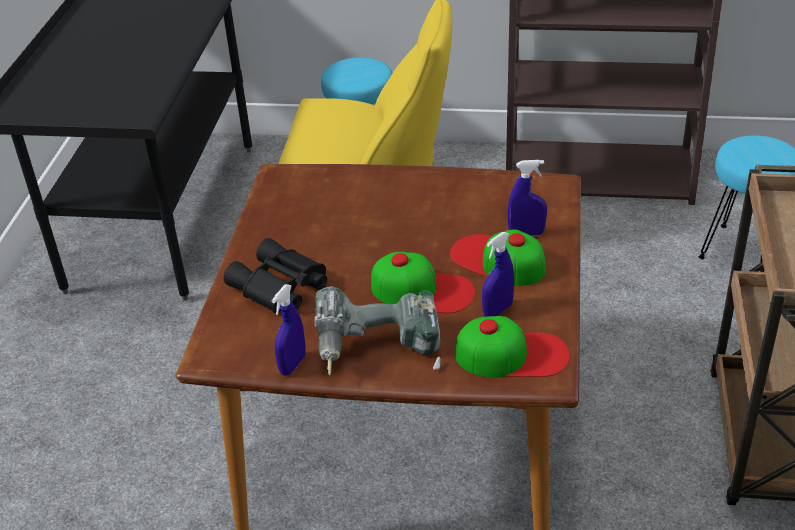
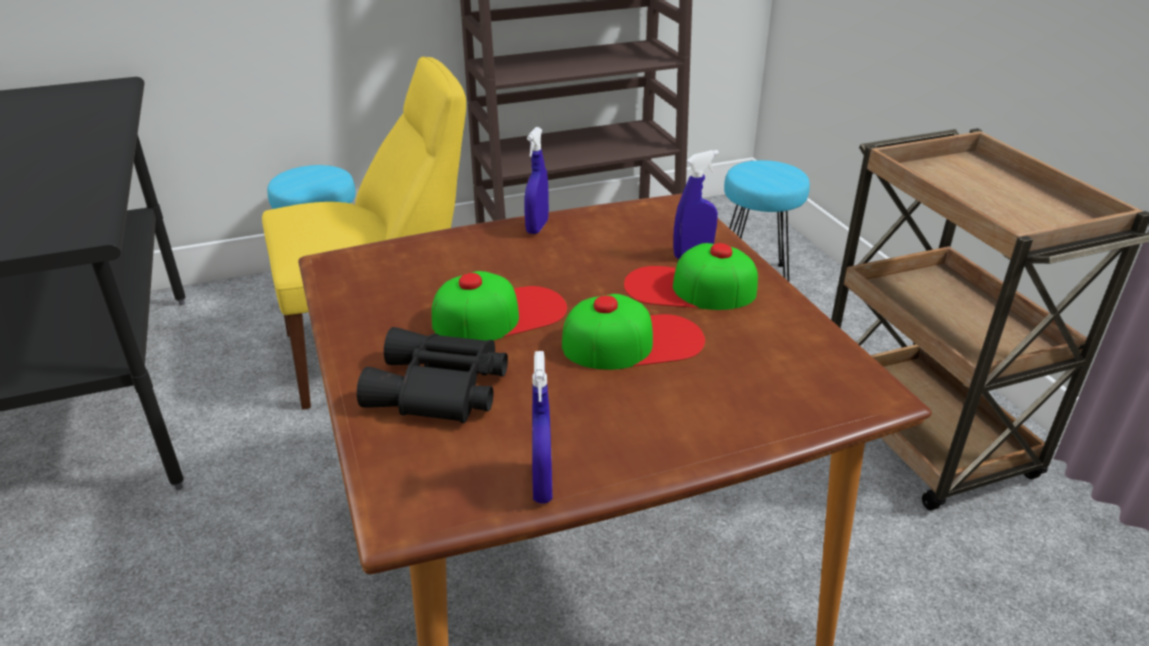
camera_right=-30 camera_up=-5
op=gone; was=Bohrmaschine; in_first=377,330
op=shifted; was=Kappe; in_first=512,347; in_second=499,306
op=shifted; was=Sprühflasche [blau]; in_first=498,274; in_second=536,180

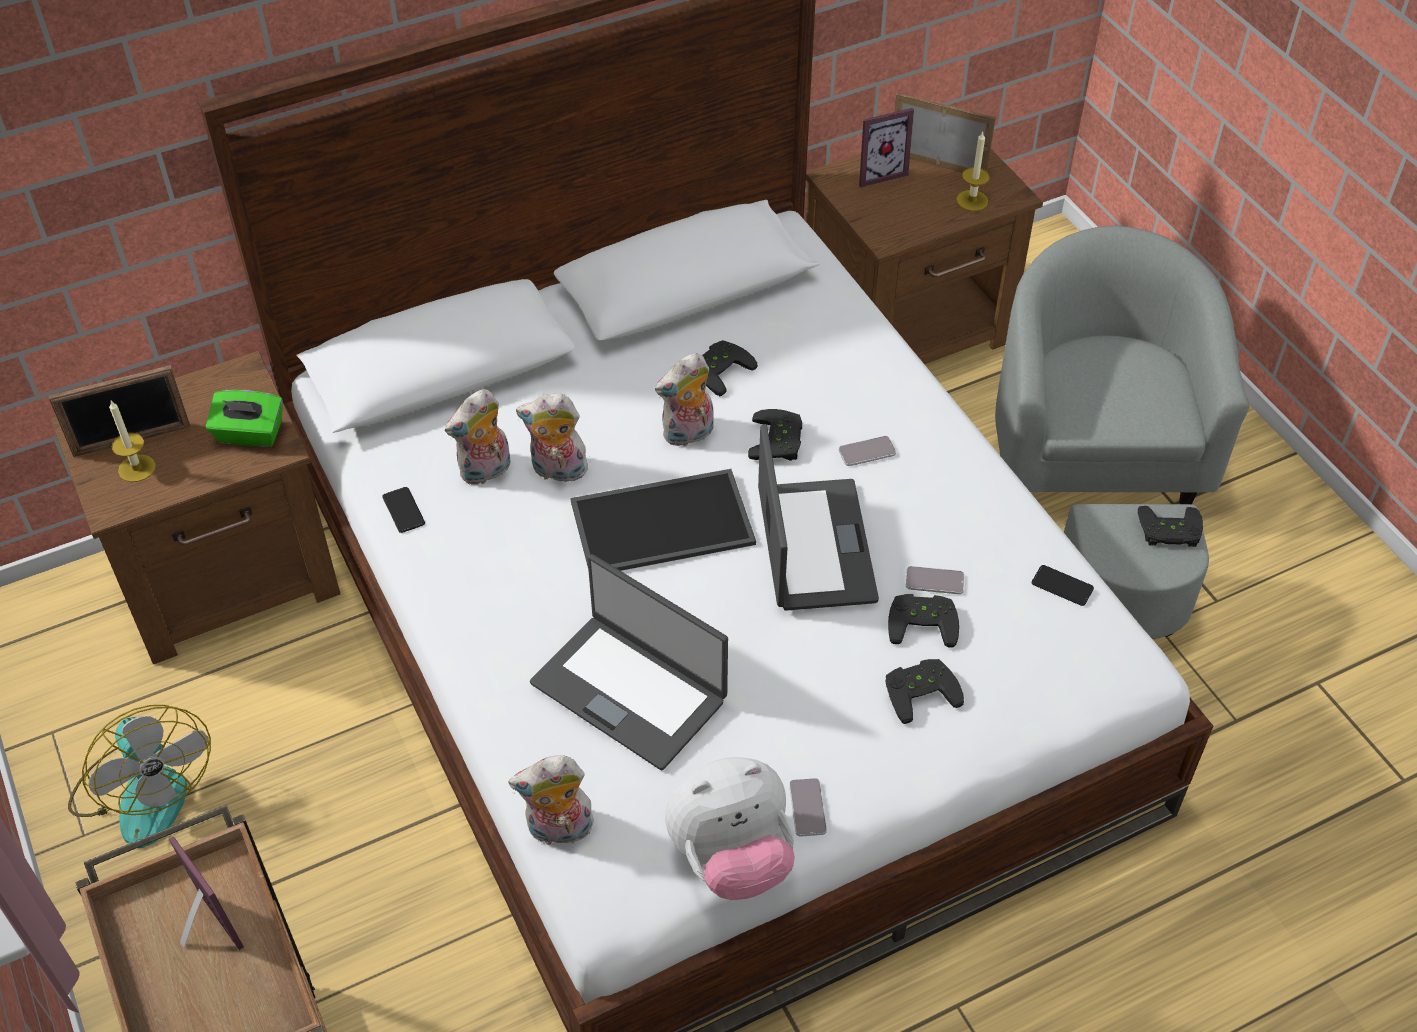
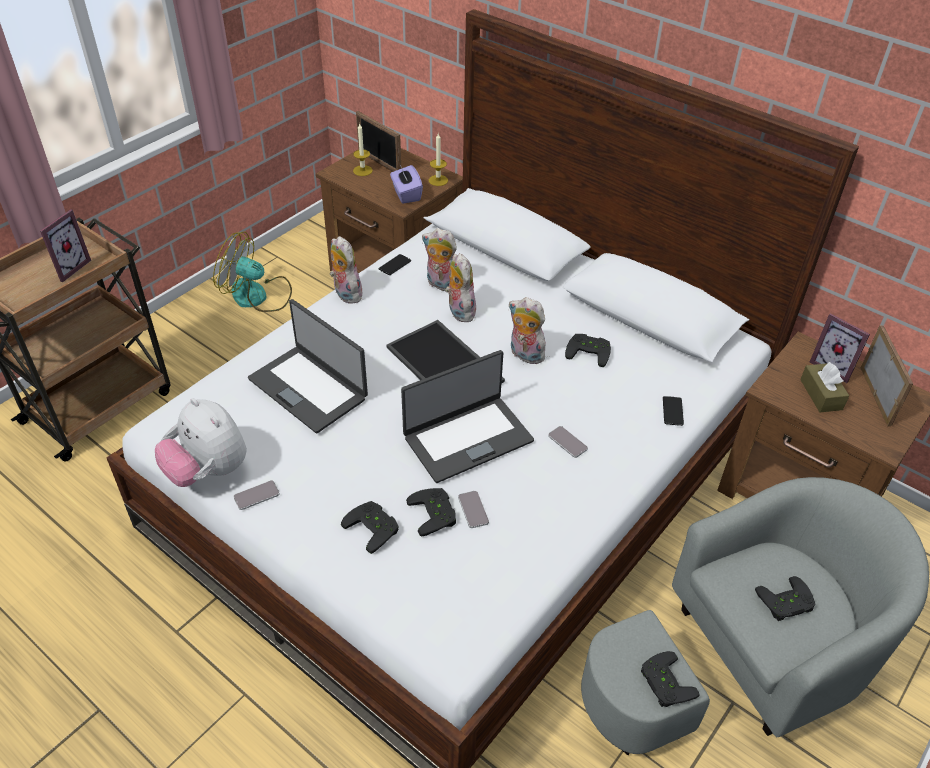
camera_right=65 camera_up=-5
op=rotated; was=Ventilator; in_first=139,776; in_second=252,272; clockwise=75
op=repainted; was=Taschentuchbox [grün]; now=Taschentuchbox [lila]; in_first=244,418; in_second=406,184
op=shifted; was=Plüschtier; in_first=552,800; in_second=347,270
op=rotated; was=Laptop; in_first=629,662; in_second=308,366; clockwise=-60
op=shifted; was=Gamepad [schwarz]; in_first=775,435; in_second=785,598
op=shifted; was=Kerze; in_first=973,171; in_second=438,159
op=shifted; was=Handy; in_first=1063,585; in_second=673,411
op=new; now=Taschentuchbox [braun]; in_second=824,387

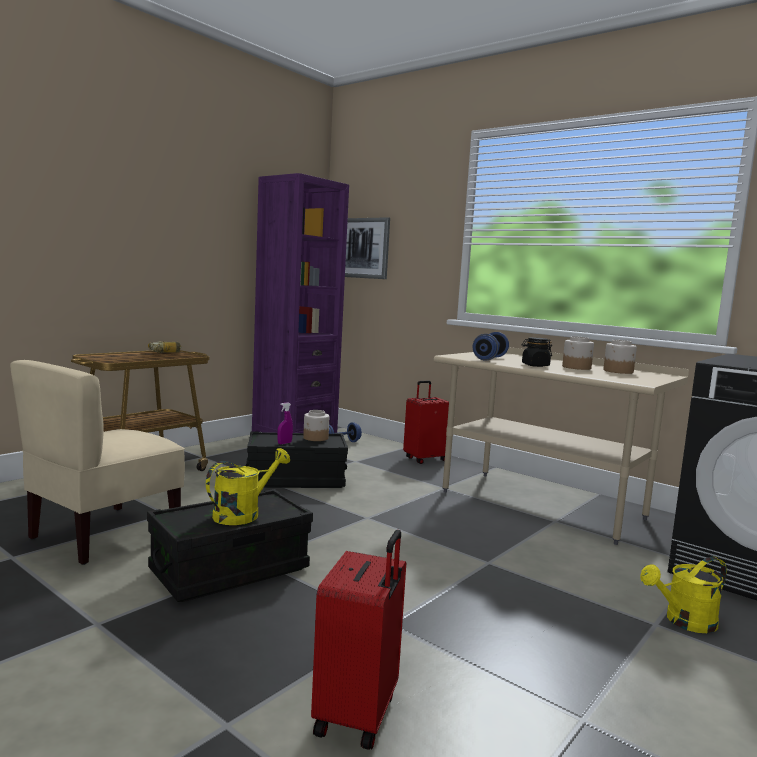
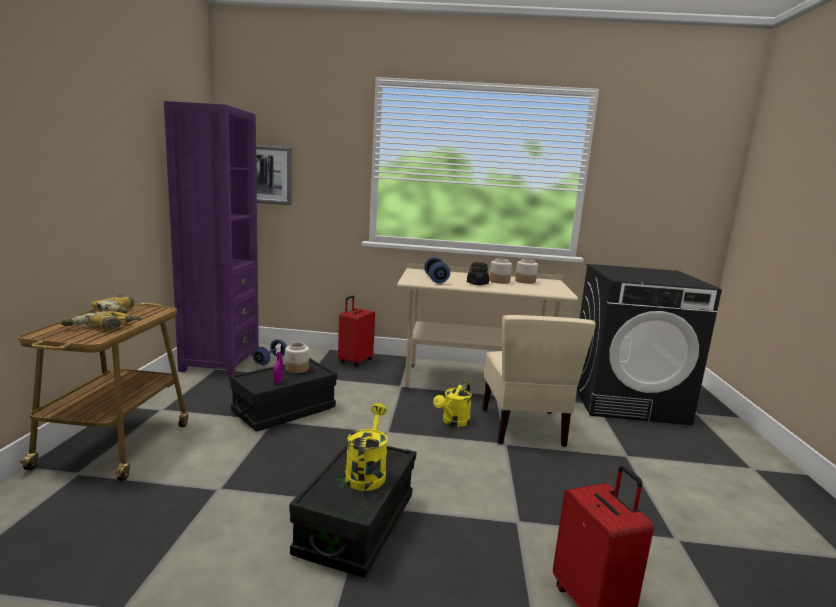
camera_right=-35 camera_up=5
op=shifted; was=Stuhl [beige]; in_first=97,462; in_second=539,381
op=shifted; was=Gießkanne [gelb]; in_first=683,595; in_second=452,404
op=new; now=Bohrmaschine; in_second=100,320

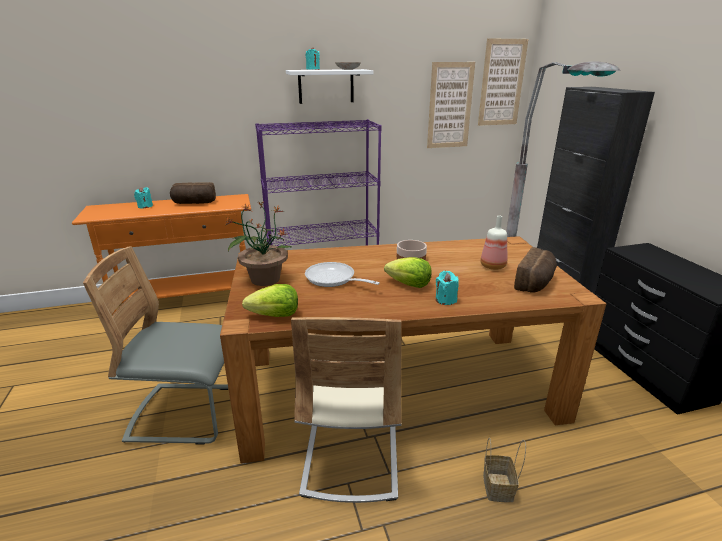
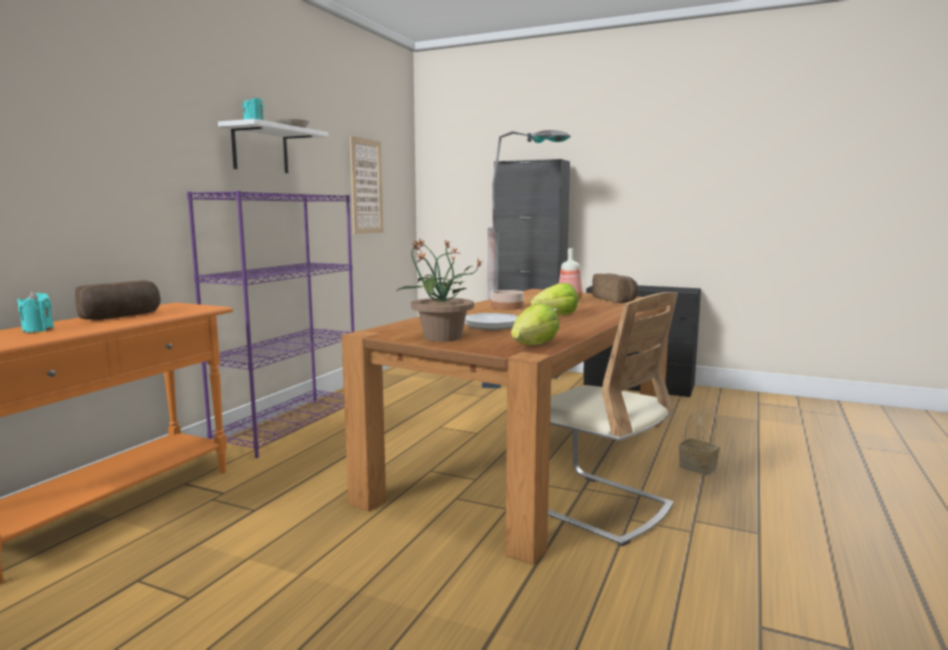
camera_right=-50 camera_up=-15
op=gone; was=Stuhl [grau]; in_first=155,345
op=gone; was=Kerze [türkis]; in_first=447,288
op=gone; was=Bild; in_first=503,82

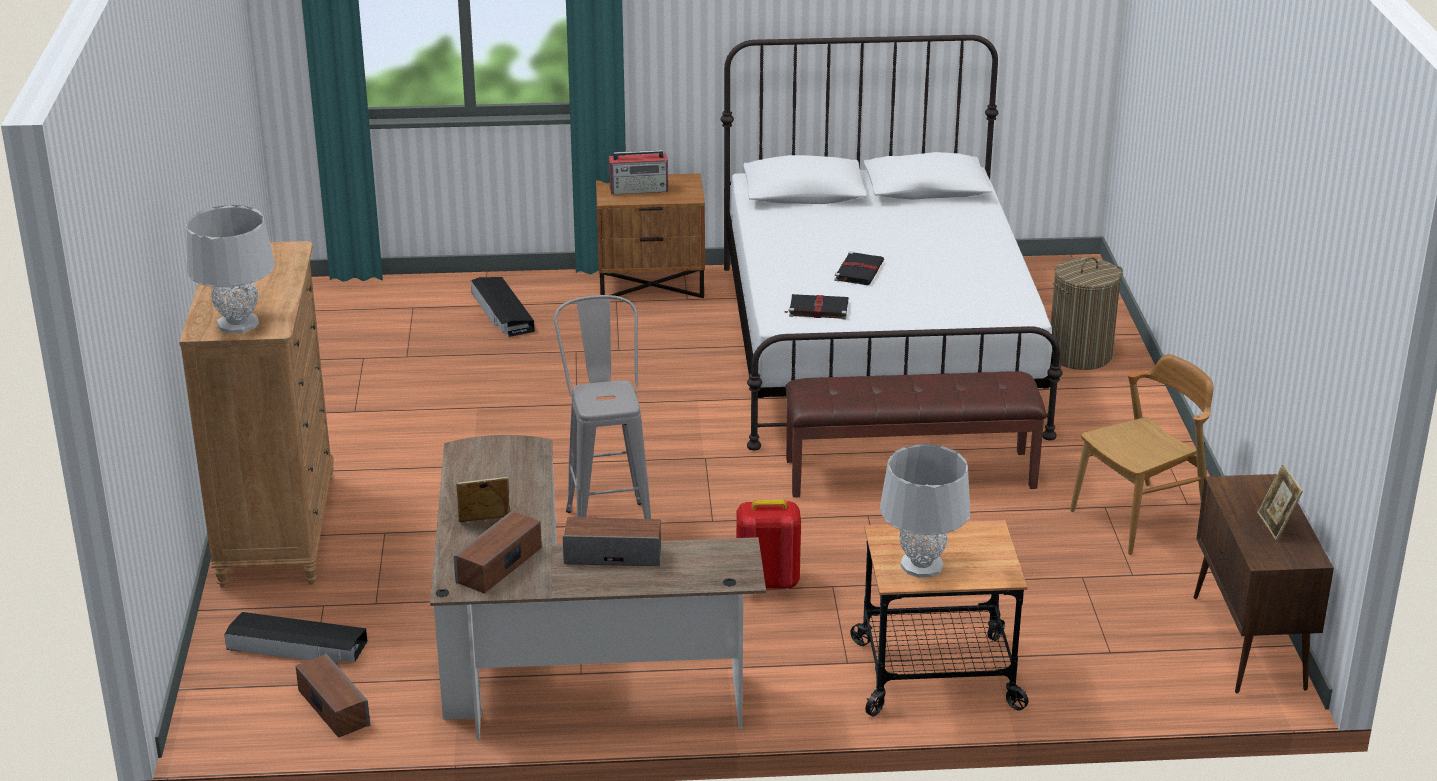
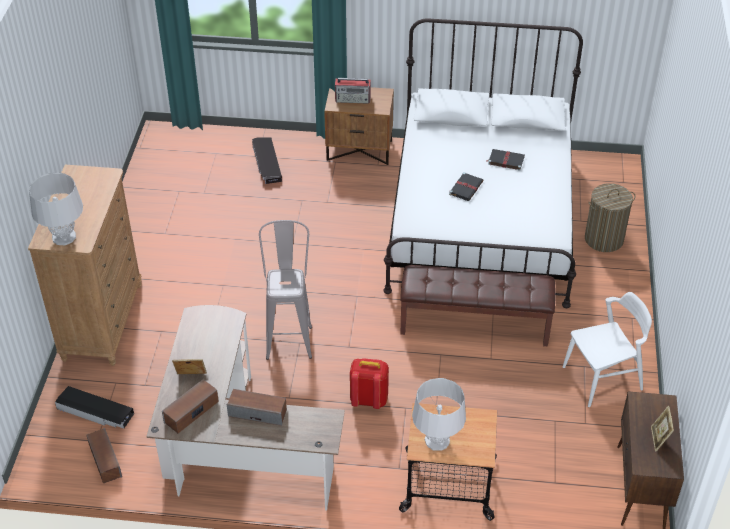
camera_right=10 camera_up=15
op=shifted; was=Buch [schwarz]; in_first=816,306; in_second=505,160
op=repainted; was=Stuhl [braun]; now=Stuhl [weiß]; in_first=1141,454; in_second=607,349

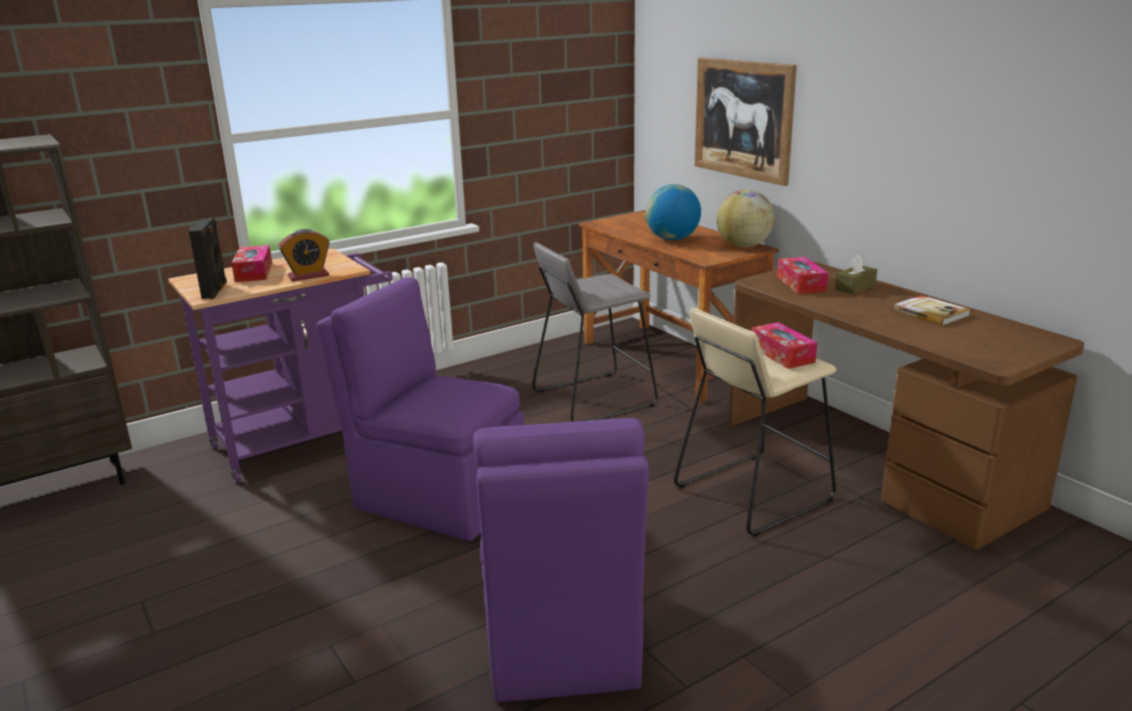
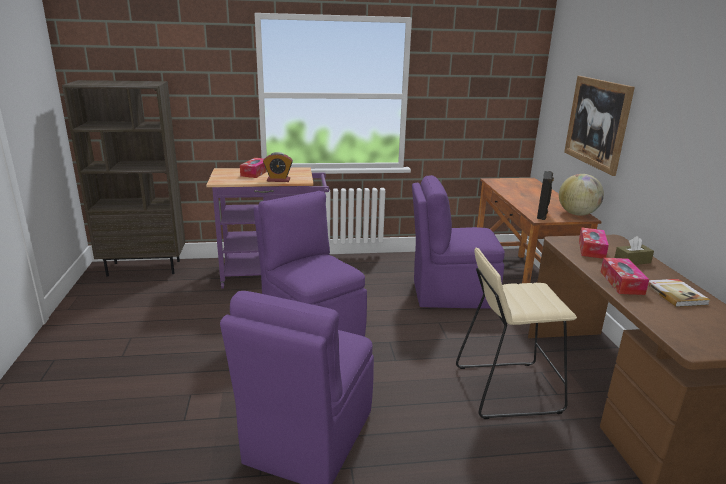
camera_right=25 camera_up=0
op=shifted; was=Lautsprecher [schwarz]; in_first=208,258; in_second=545,195
op=swapped; was=Hocker [grau]; now=Stuhl [lila]; in_first=595,332; in_second=458,242
op=gone; was=Globus; in_first=673,212
op=shifted; was=Taschentuchbox; in_first=784,345; in_second=625,276

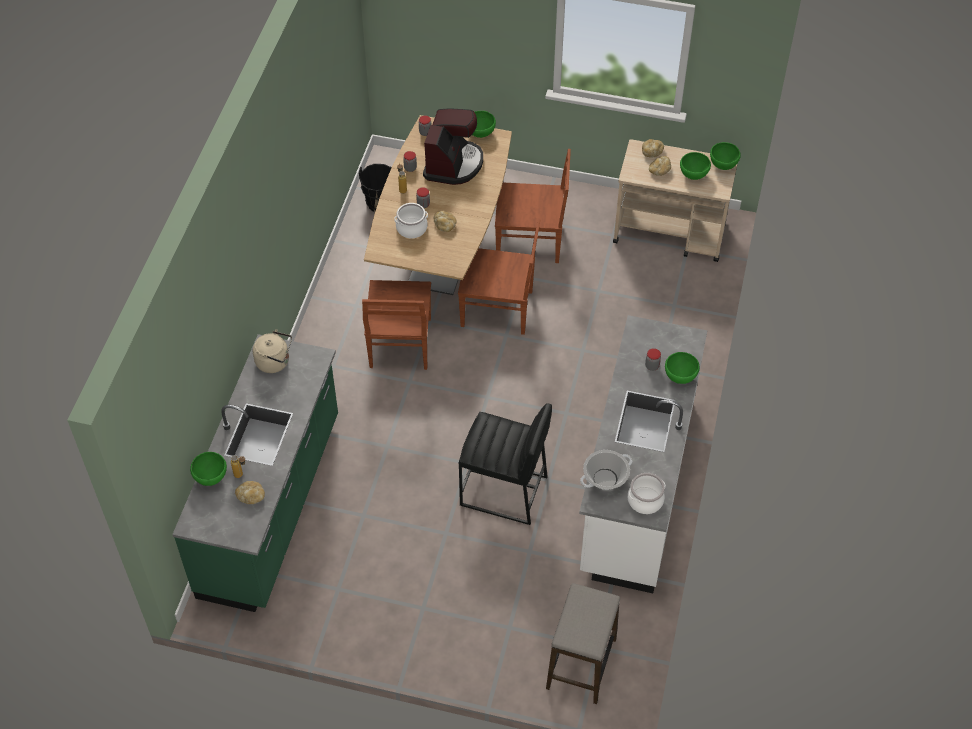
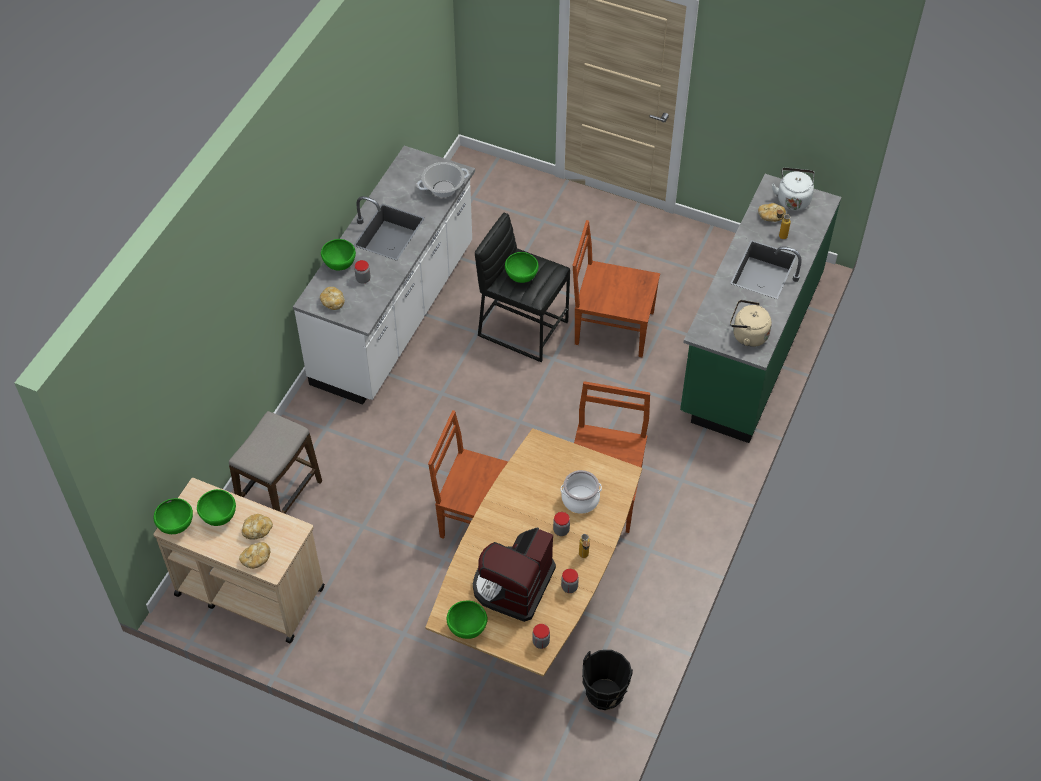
camera_right=-170 camera_up=0
op=shifted; was=Schüssel [grün]; in_first=208,469; in_second=522,267
op=shifted; was=Brot; in_first=445,221; in_second=332,298
op=shifted; was=Stuhl [braun]; in_first=533,206; in_second=616,288
op=shifted; was=Hocker; in_first=583,643; in_second=275,462
op=gone; was=Kochtopf; in_first=647,493
op=new; now=Wasserkessel [weiß]; in_second=793,189

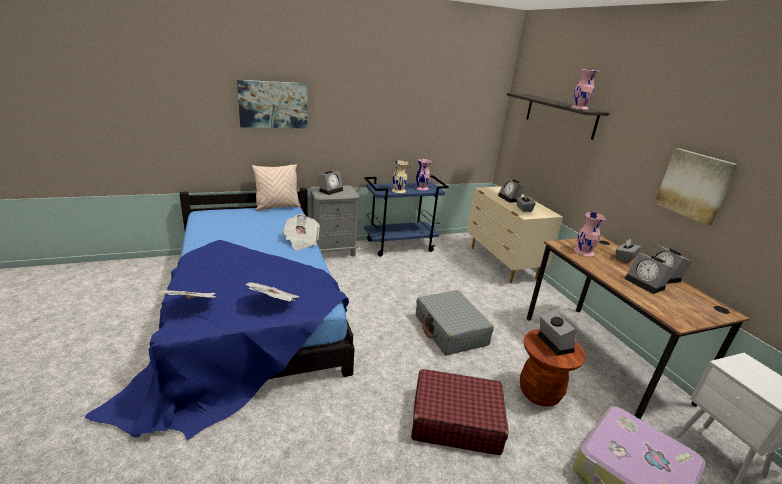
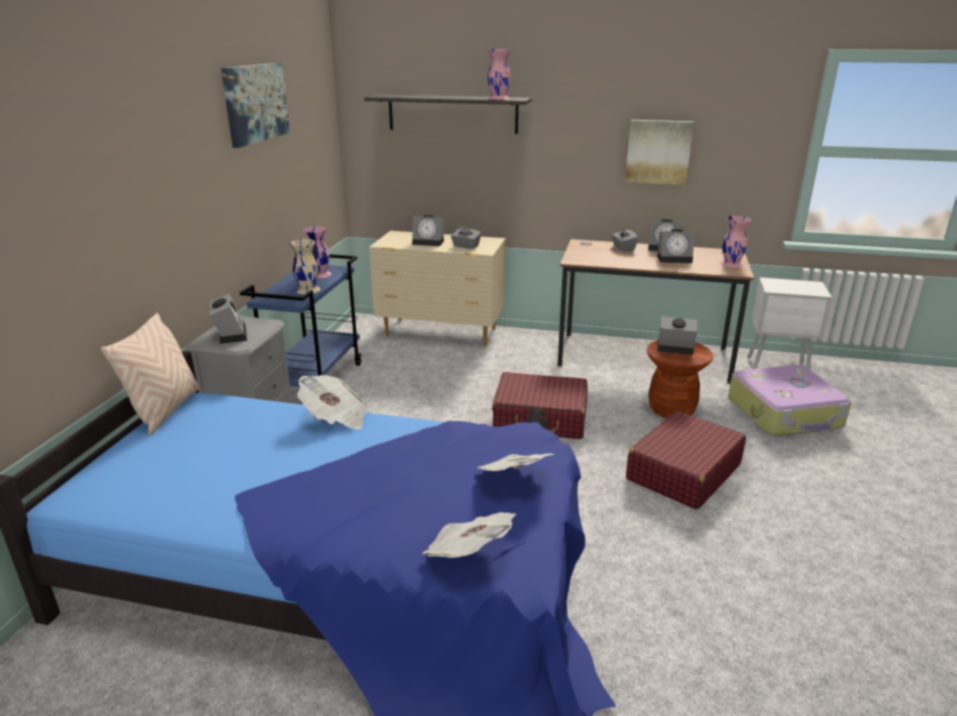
camera_right=-55 camera_up=0
op=shifted; was=Bild; in_first=272,104; in_second=255,105
op=repainted; was=Koffer [grau]; now=Koffer [rot]; in_first=455,322; in_second=540,405
op=shifted; was=Vase [rosa]; in_first=590,234; in_second=735,242

